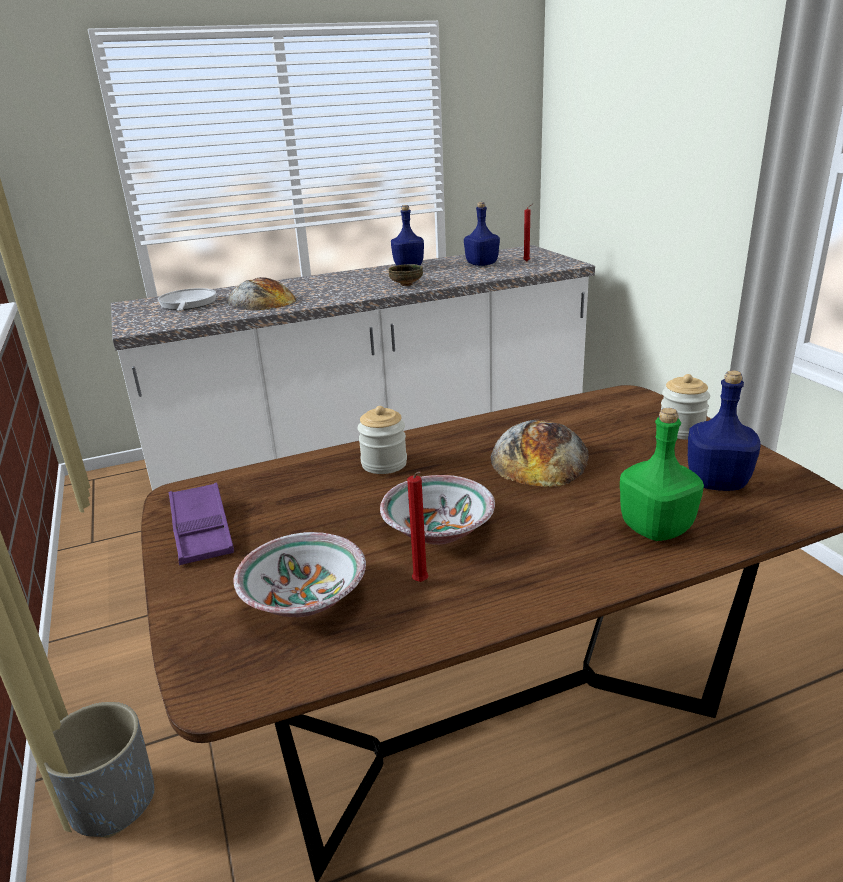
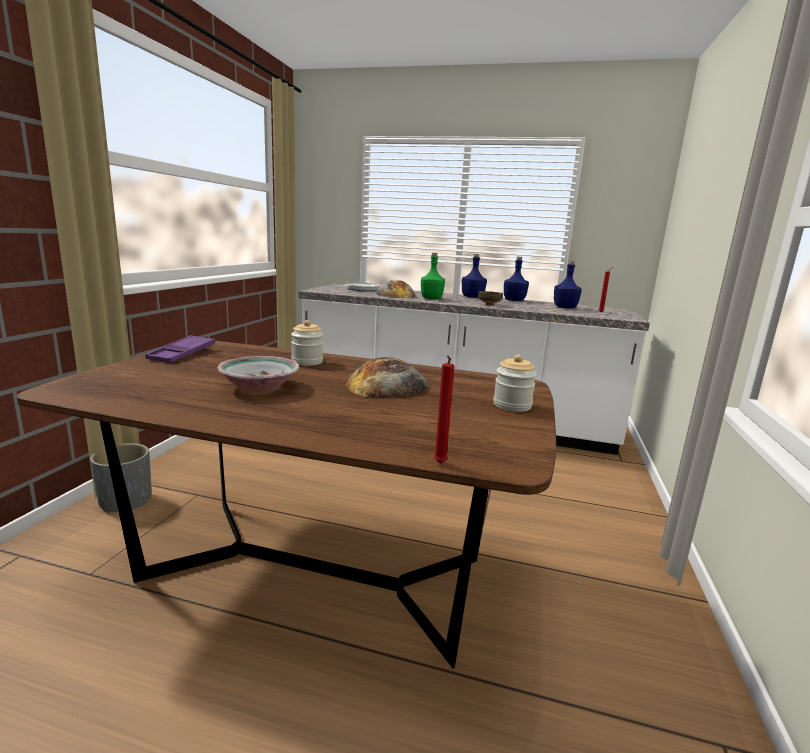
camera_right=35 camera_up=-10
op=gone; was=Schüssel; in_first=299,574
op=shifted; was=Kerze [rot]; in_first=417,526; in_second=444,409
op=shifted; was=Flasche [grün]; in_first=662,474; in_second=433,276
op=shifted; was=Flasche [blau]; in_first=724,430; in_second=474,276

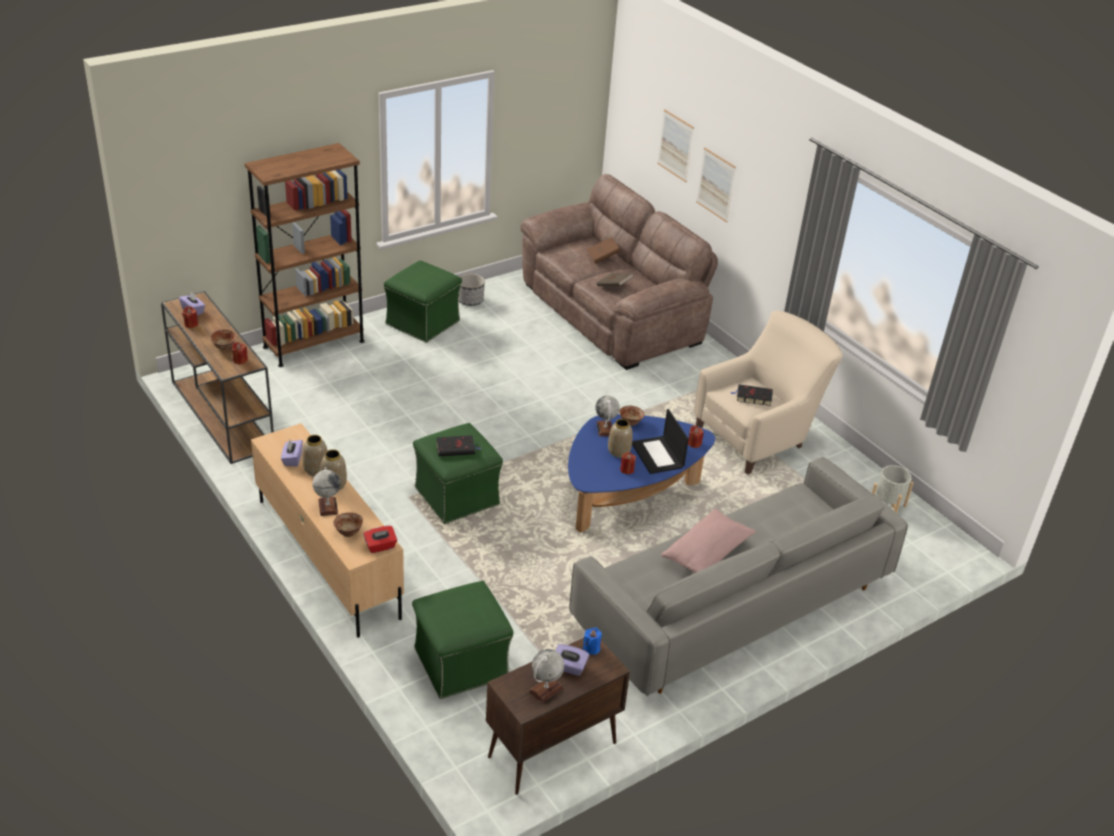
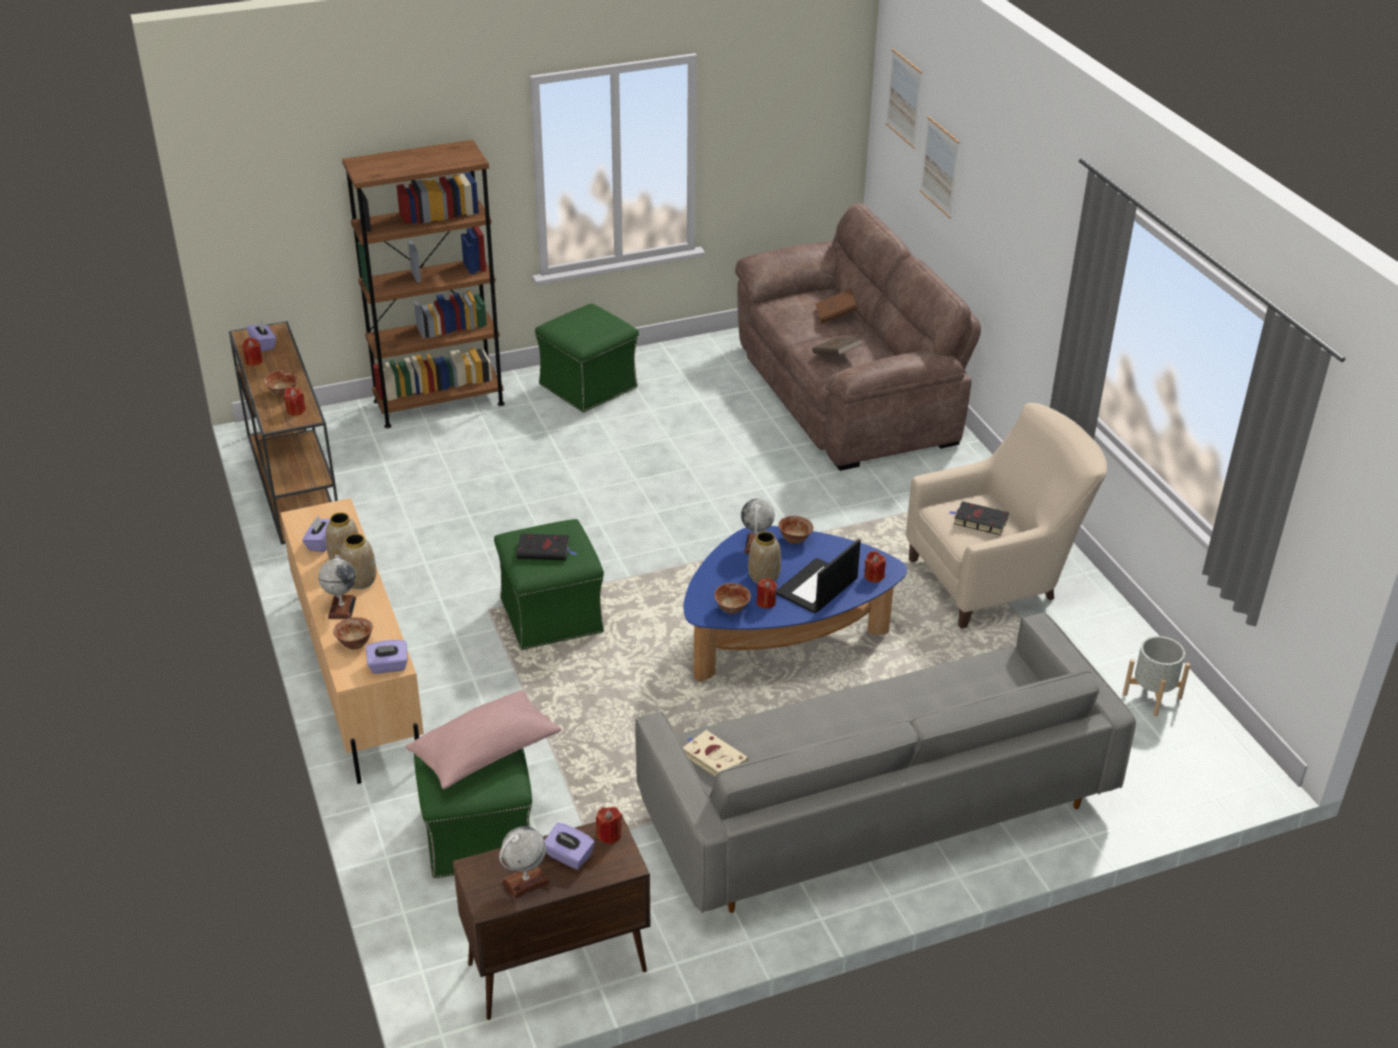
camera_right=15 camera_up=0
op=repainted; was=Taschentuchbox [rot]; now=Taschentuchbox [lila]; in_first=380,539; in_second=387,657
op=gone; was=Pflanzkübel; in_first=472,290
op=repainted; was=Kerze [blau]; now=Kerze [rot]; in_first=592,641; in_second=609,825
op=rotated; was=Laptop; in_first=660,441; in_second=818,576; clockwise=45
op=shifted; was=Kissen [rosa]; in_first=708,541; in_second=483,739
op=shifted; was=Bild; in_first=716,185; in_second=904,98
op=new; now=Buch [beige]; in_second=716,753
op=new; now=Schüssel; in_second=732,598

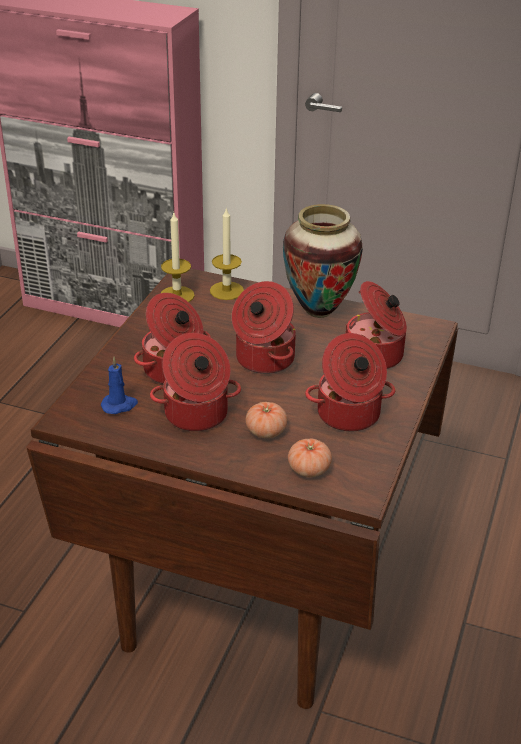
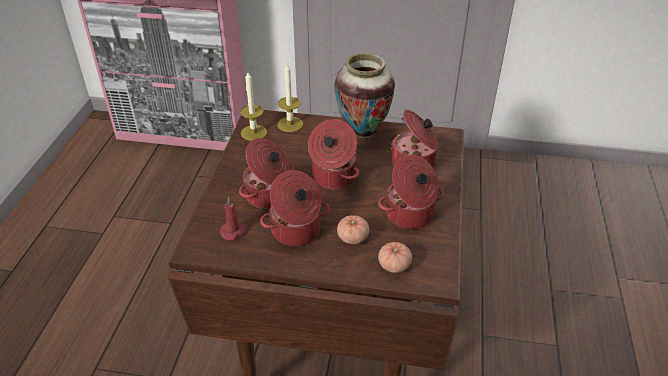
camera_right=-10 camera_up=5
op=repainted; was=Kerze [blau]; now=Kerze [rot]; in_first=119,385; in_second=234,218

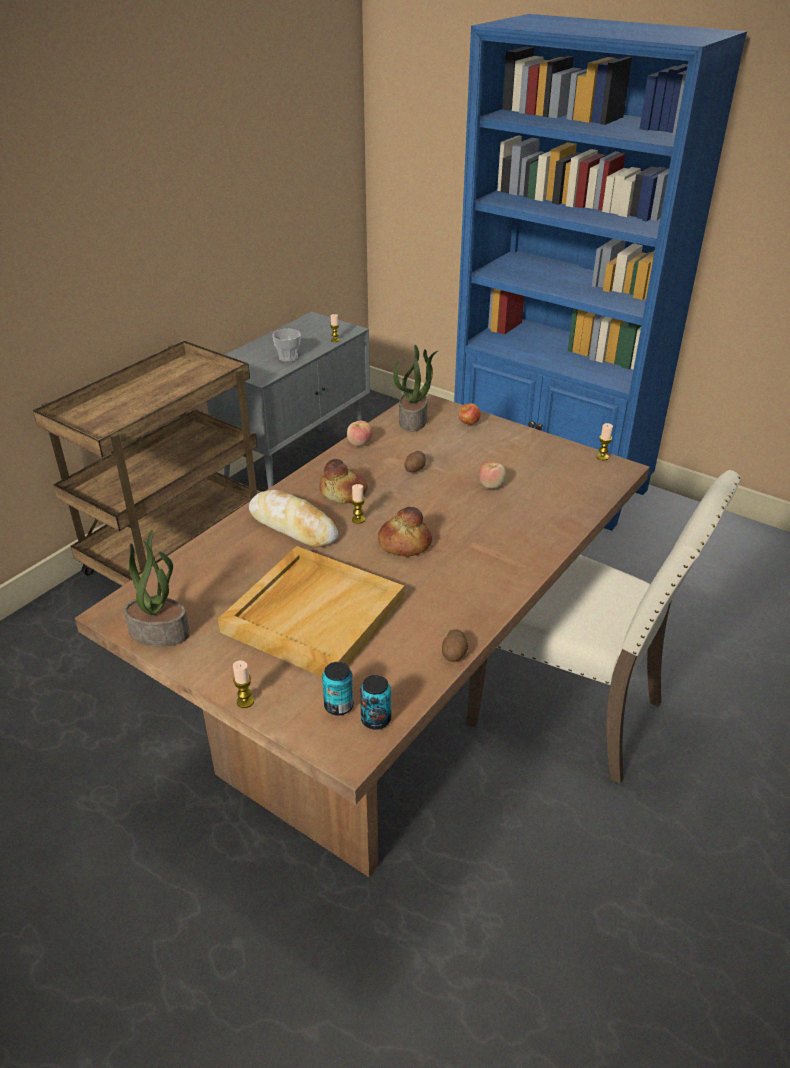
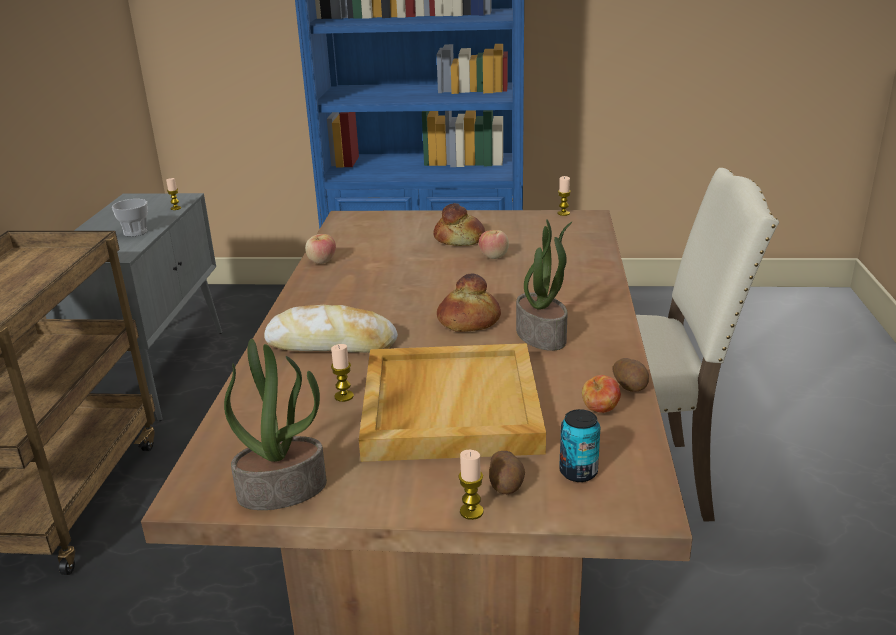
camera_right=-30 camera_up=-10
op=shifted; was=Brot; in_first=343,481; in_second=459,224
op=shifted; was=Kerze; in_first=358,504; in_second=342,373
op=gone; was=Dose; in_first=375,702
op=shifted; was=Topfpflanze; in_first=415,388; in_second=544,285
op=shifted; was=Kartoffel; in_first=415,461; in_second=507,472
op=shifted; was=Apfel; in_first=469,414; in_second=601,394

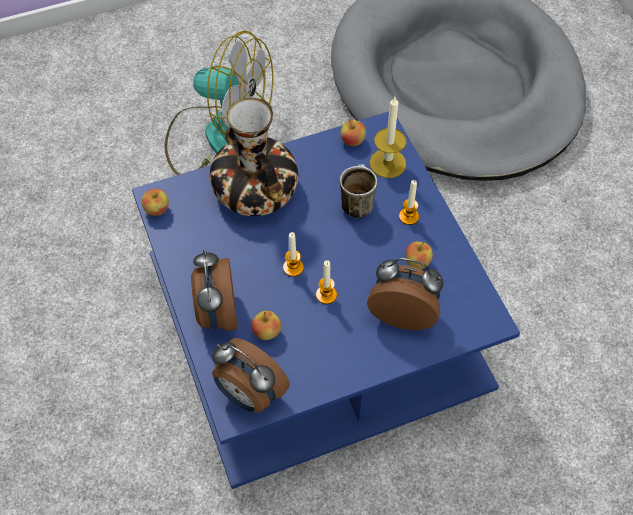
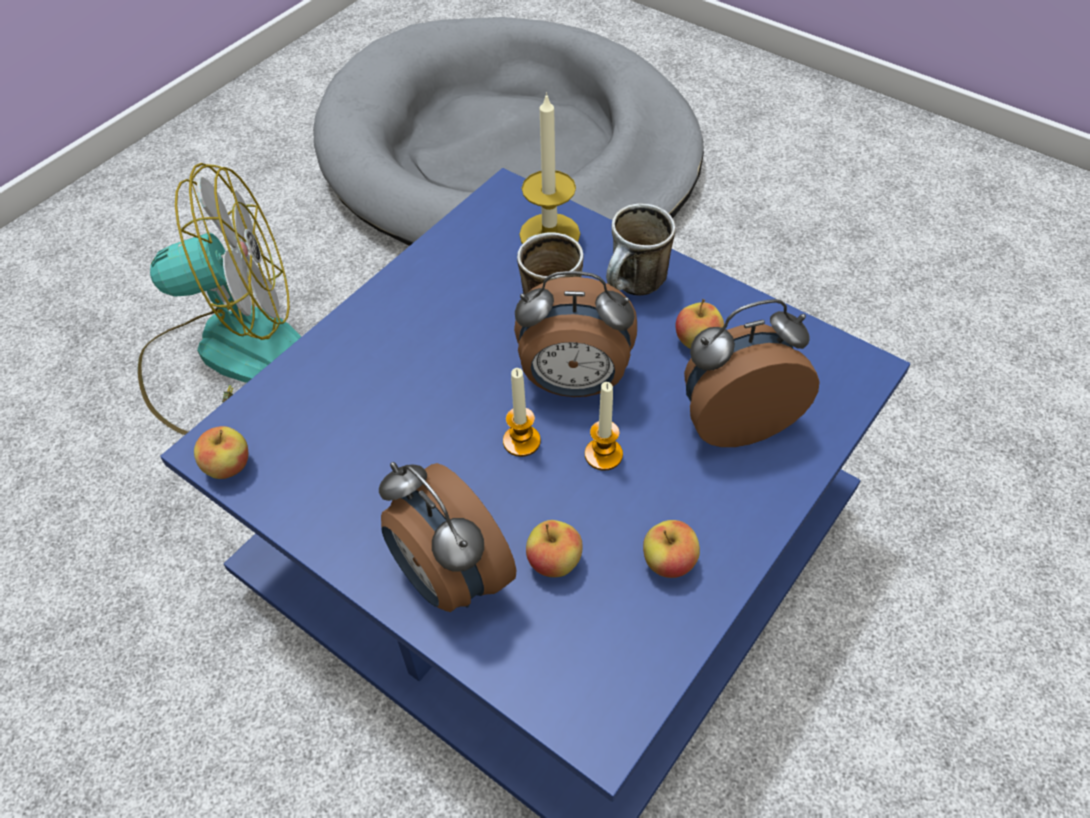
camera_right=-30 camera_up=-5
op=gone; was=Vase; in_first=254,157
op=shifted; was=Wecker; in_first=251,375; in_second=575,334
op=shifted; was=Apfel; in_first=353,133; in_second=671,549
op=swapped; was=Kerze; now=Henkelbecher; in_first=409,202; in_second=640,250

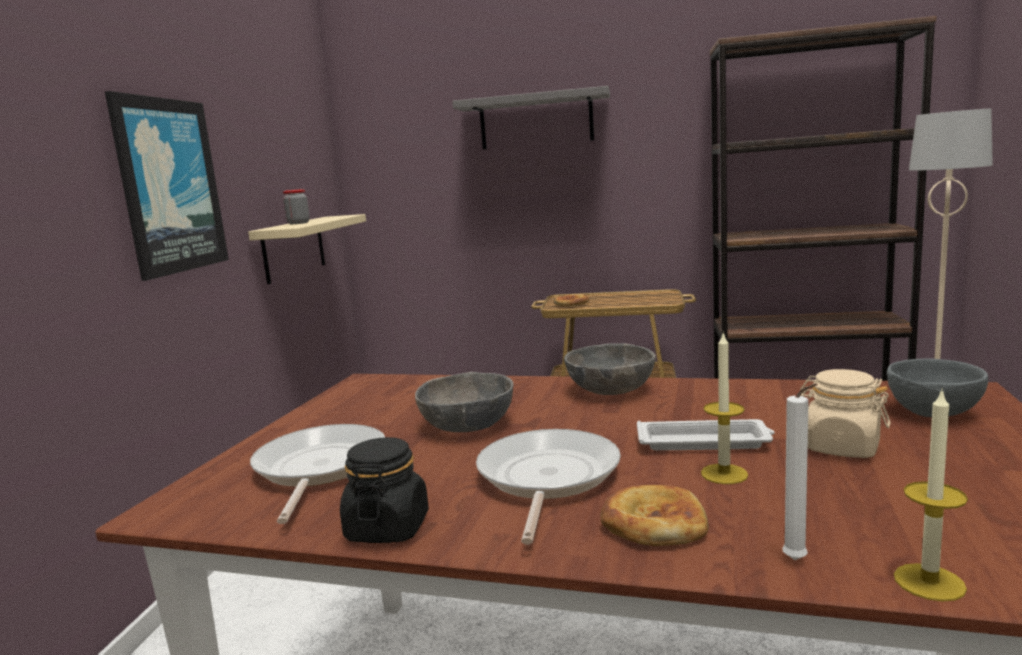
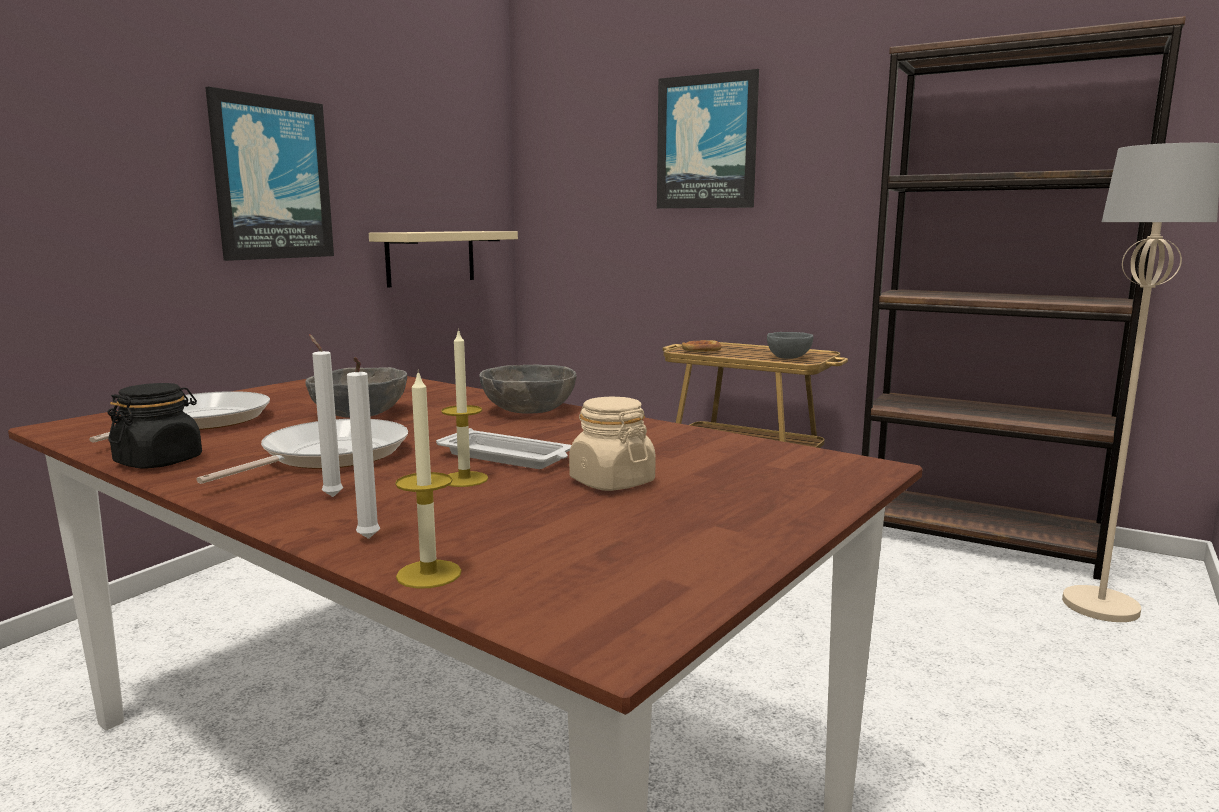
camera_right=20 camera_up=0
op=gone; was=Vorratsglas; in_first=296,206
op=swapped; was=Wandregal [grau]; now=Bild; in_first=531,117; in_second=708,138
op=swapped; was=Brot; now=Kerze [weiß]; in_first=655,515; in_second=326,415
op=shifted; was=Schüssel [grau]; in_first=937,387; in_second=790,345

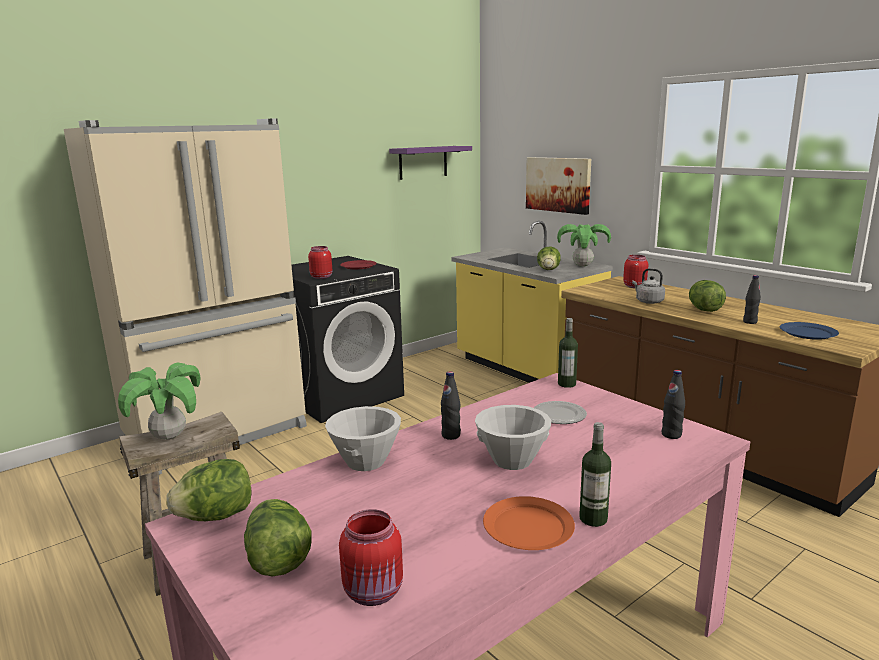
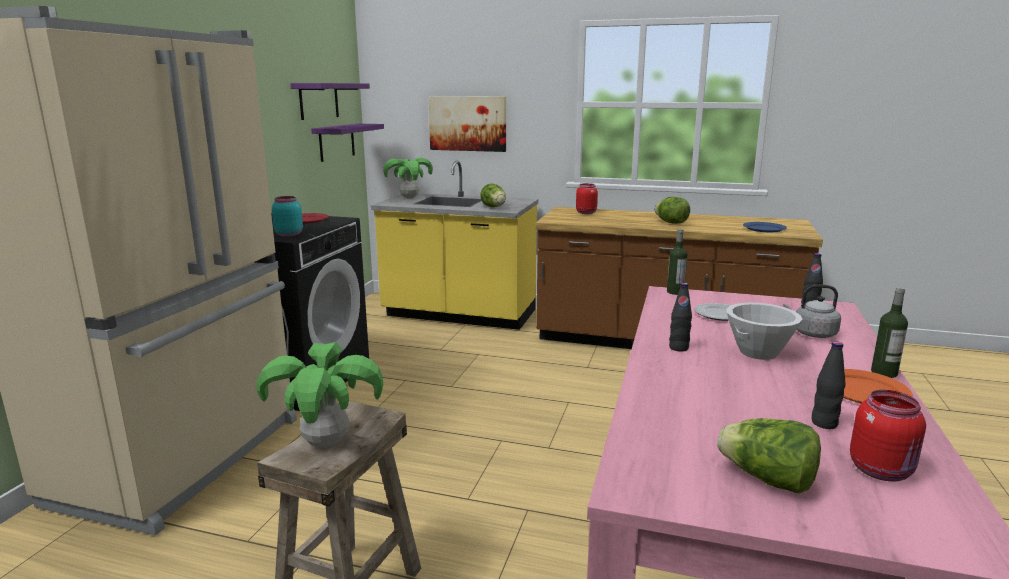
camera_right=-35 camera_up=0
op=gone; was=Salatkopf; in_first=209,490
op=repainted; was=Vorratsglas [rot]; now=Vorratsglas [türkis]; in_first=320,262; in_second=287,216
op=gone; was=Schüssel [weiß]; in_first=363,438
op=shifted; was=Topfpflanze; in_first=584,245; in_second=408,177
op=shifted; was=Wasserkessel [grau]; in_first=648,286; in_second=812,311
op=shifted; was=Flasche [schwarz]; in_first=752,299; in_second=829,385
op=new; now=Wandregal [lila]; in_second=347,143

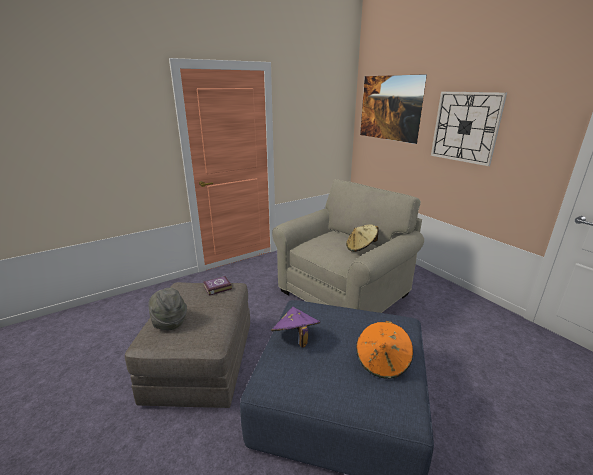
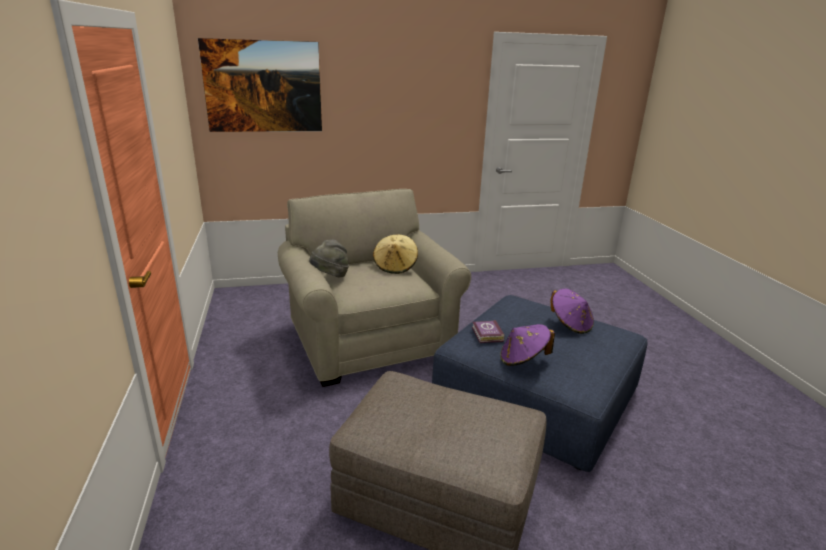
camera_right=-70 camera_up=0
op=shifted; was=Hut [grau]; in_first=167,309; in_second=329,258
op=shifted; was=Buch; in_first=217,285; in_second=488,331
op=repainted; was=Hut [orange]; now=Hut [lila]; in_first=384,350; in_second=572,311
op=gone; was=Wanduhr; in_first=469,129

